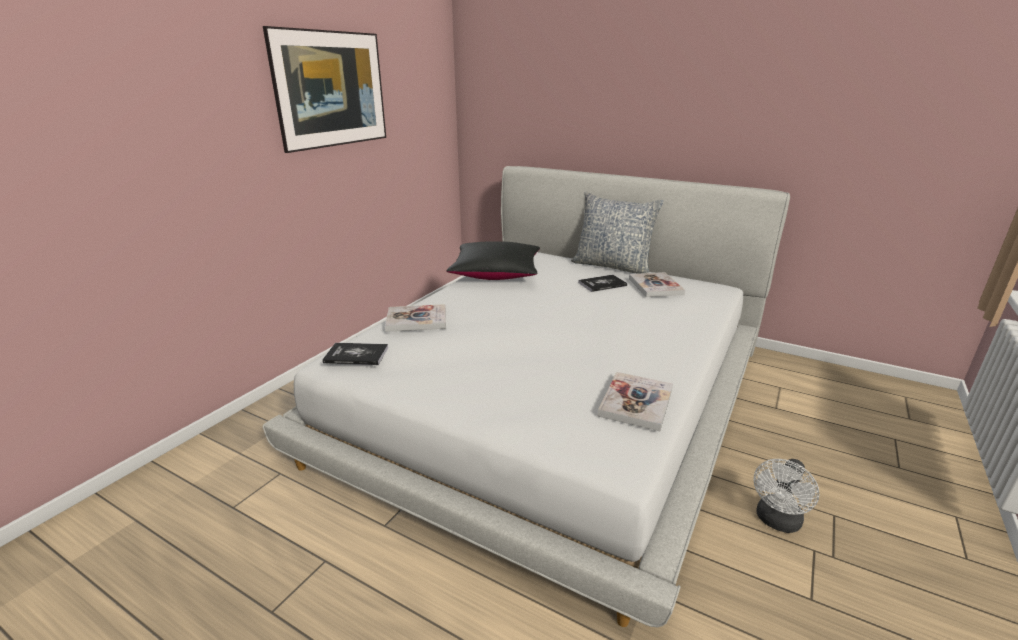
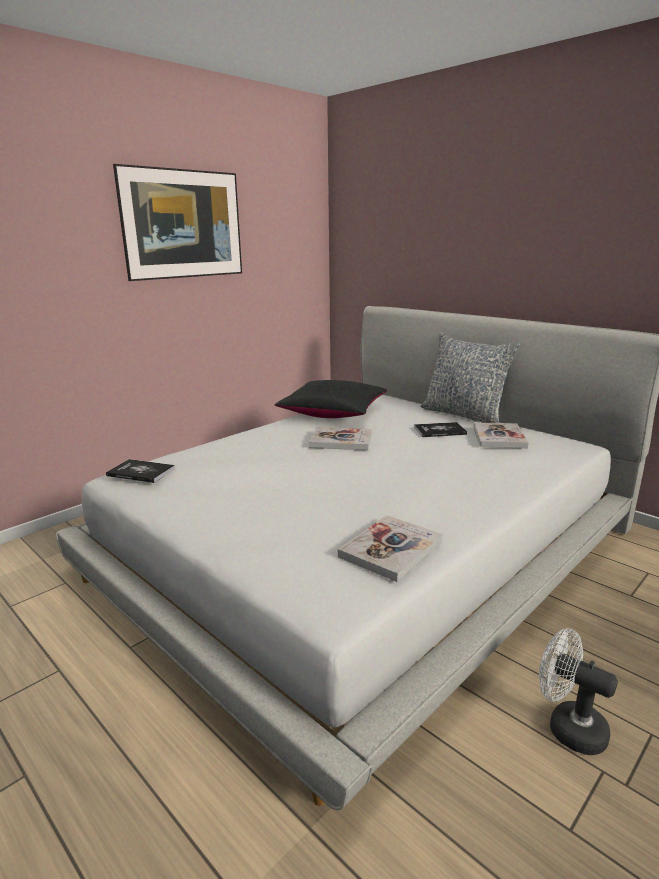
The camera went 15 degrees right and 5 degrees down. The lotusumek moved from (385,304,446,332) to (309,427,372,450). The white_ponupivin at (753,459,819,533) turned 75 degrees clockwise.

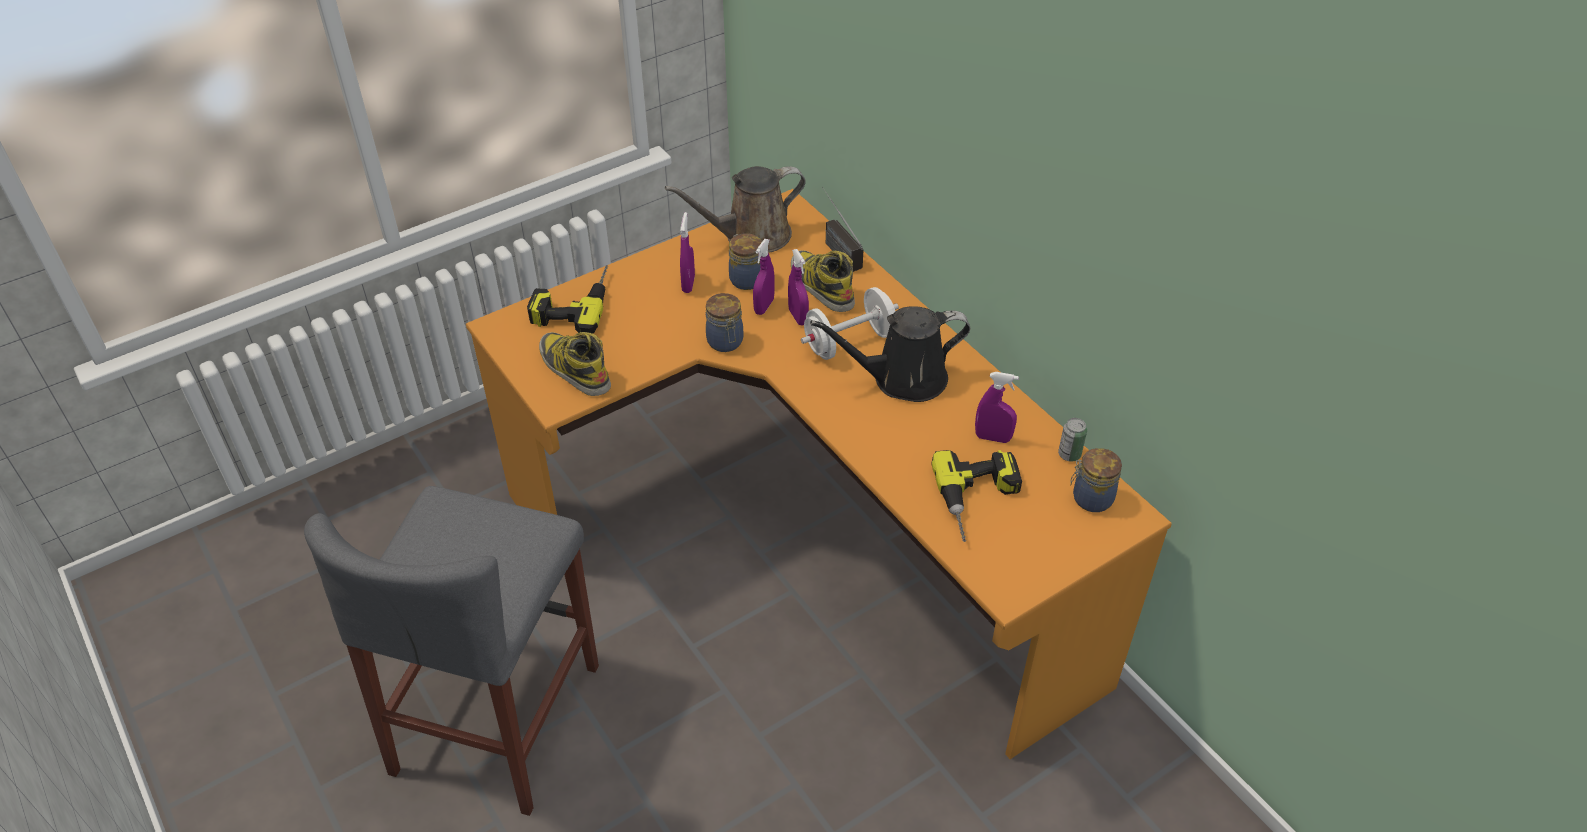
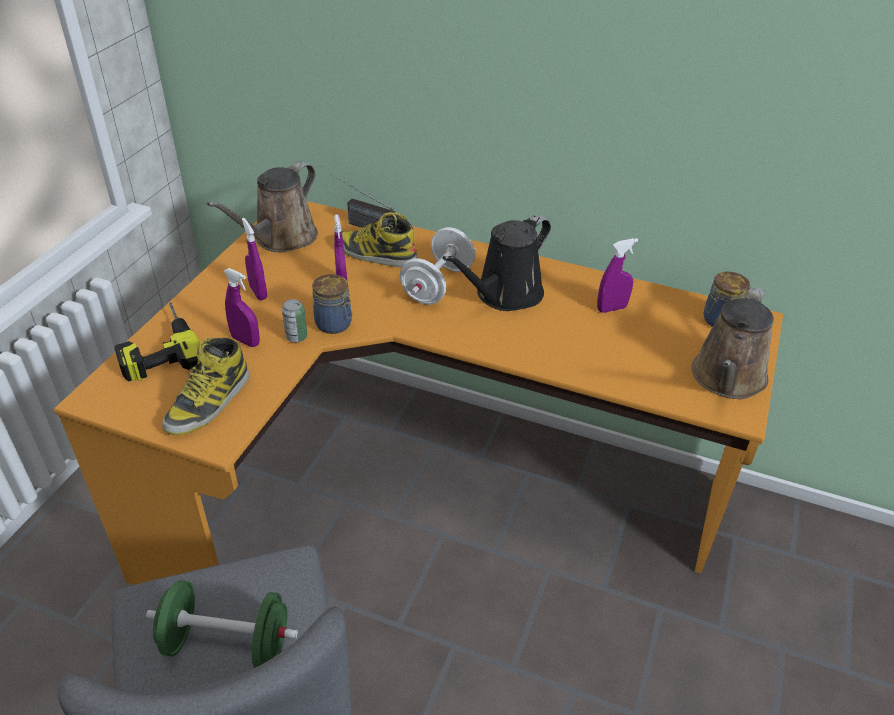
The camera went 35 degrees left and 5 degrees down. The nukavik at (539,332,611,396) turned 75 degrees counterclockwise. The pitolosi at (729,233,762,290) disappeared. The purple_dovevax moved from (788,249,809,325) to (223,268,260,347). The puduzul at (932,450,1022,542) disappeared. The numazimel moved from (1058,418,1087,462) to (282,299,307,342). The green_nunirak at (146,580,298,668) appeared. The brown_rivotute at (691,286,774,399) appeared.

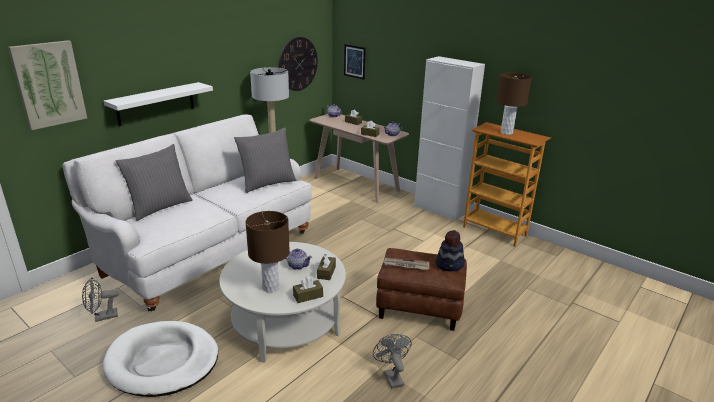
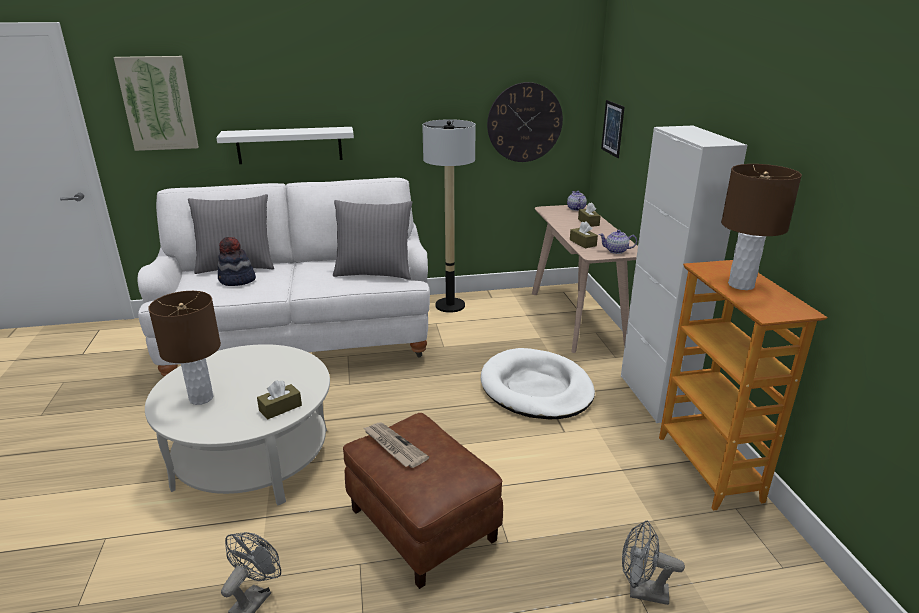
The camera went 40 degrees right and 0 degrees up. The grey_ponupivin moved from (82,278,119,322) to (622,520,685,605). The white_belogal moved from (103,321,218,397) to (481,348,595,419). The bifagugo at (285,248,312,270) disappeared. The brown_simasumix at (293,276,323,303) disappeared. The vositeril moved from (436,230,465,271) to (217,237,256,286).

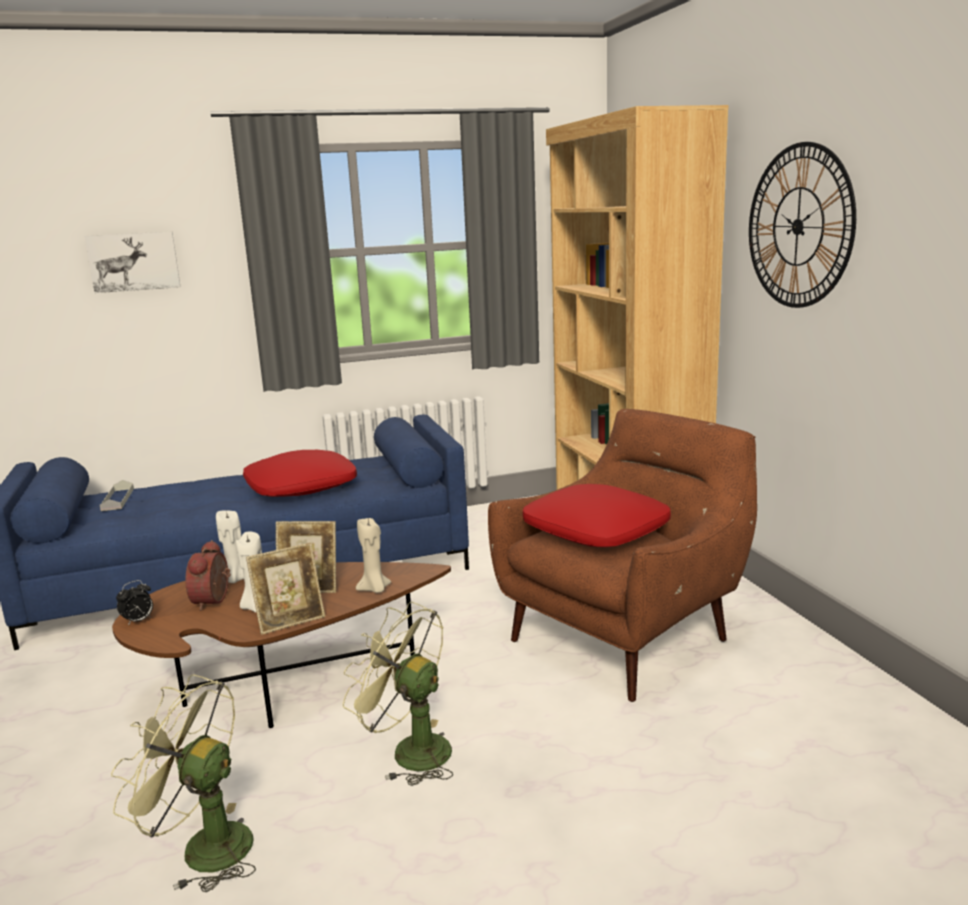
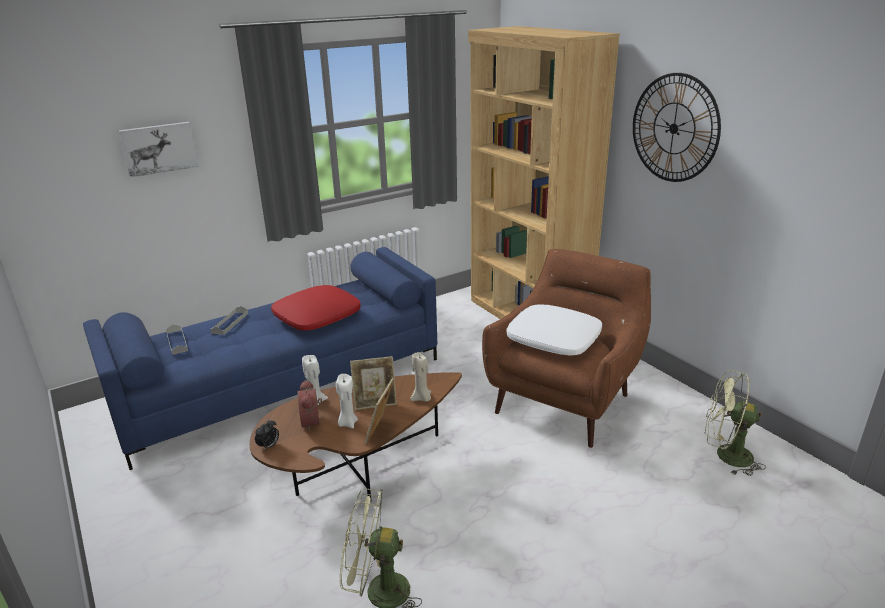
The camera went 15 degrees left and 10 degrees up. The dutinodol at (246,543,325,635) turned 150 degrees clockwise. The green_ponupivin moved from (343,602,453,786) to (705,370,766,476). The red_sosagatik at (523,484,671,547) became the white_sosagatik at (506,304,602,356). The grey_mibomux at (210,306,248,335) appeared.

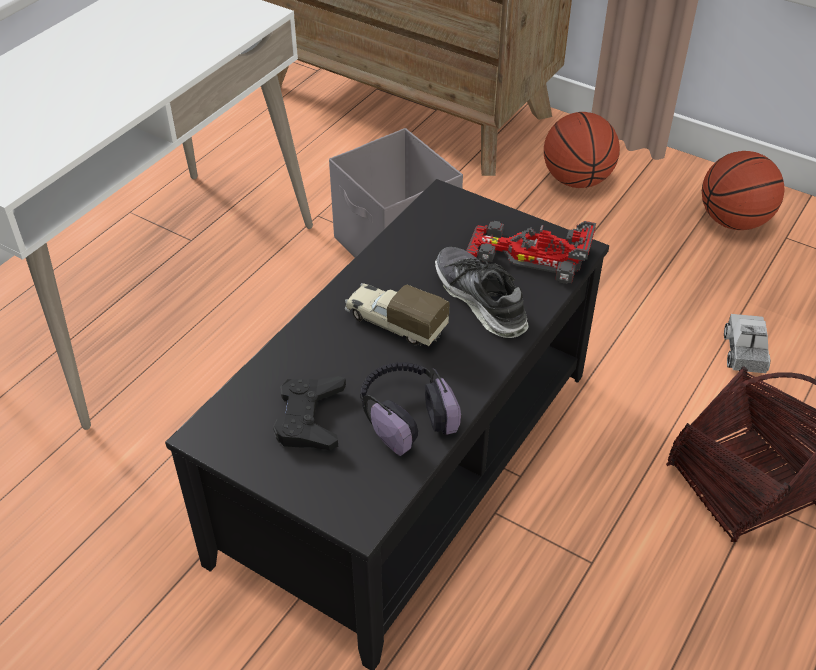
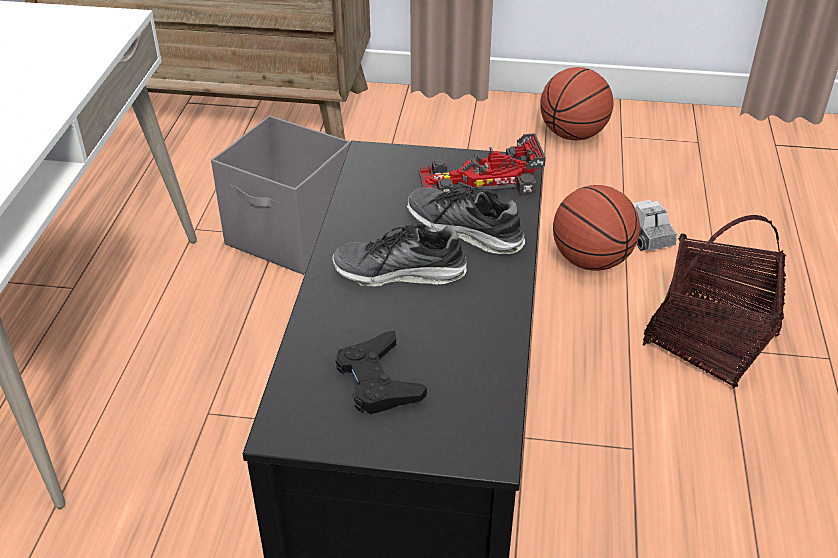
The camera went 25 degrees left and 5 degrees down. The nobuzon at (345,283,450,346) was replaced by the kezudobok at (332,224,467,287). The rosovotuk at (360,362,461,456) disappeared. The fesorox moved from (544,112,620,188) to (553,185,640,271).

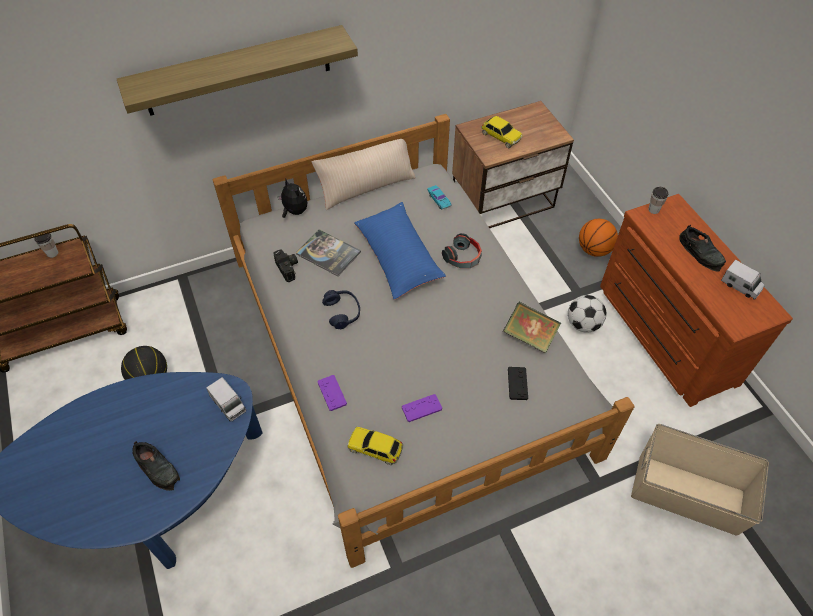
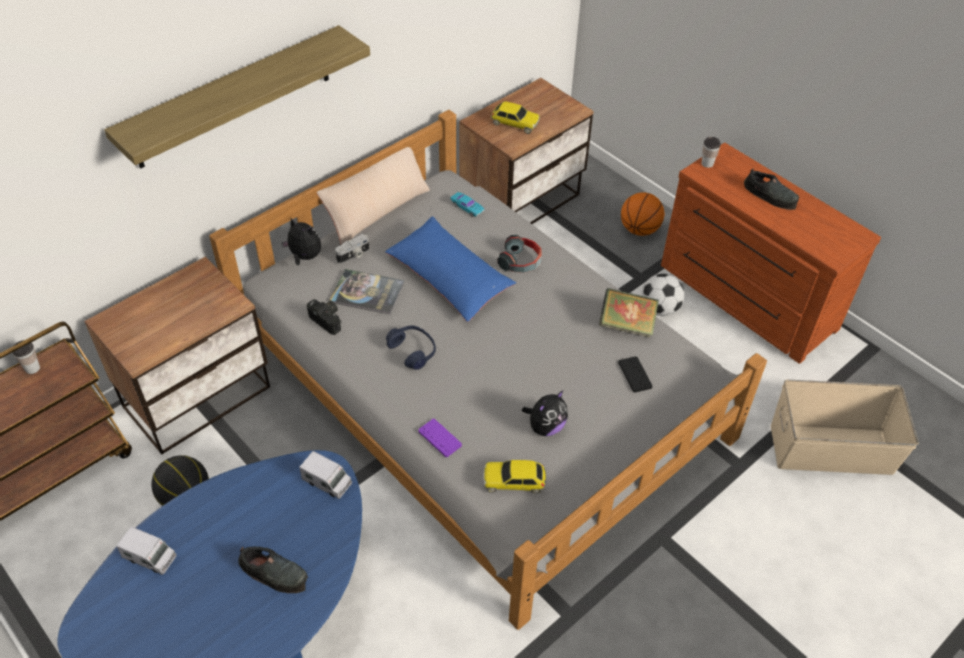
The camera went 20 degrees left and 5 degrees down. The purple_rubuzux at (402,394,442,422) was replaced by the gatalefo at (522,391,568,436). The nobuzon moved from (721,260,764,300) to (117,526,176,575). The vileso at (84,257,270,455) appeared. The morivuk at (335,234,369,263) appeared.

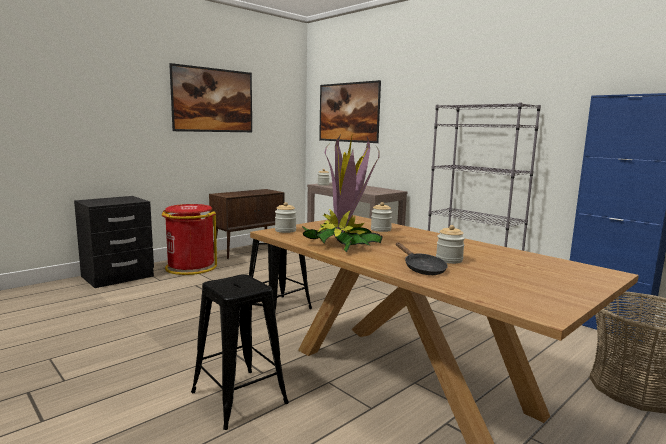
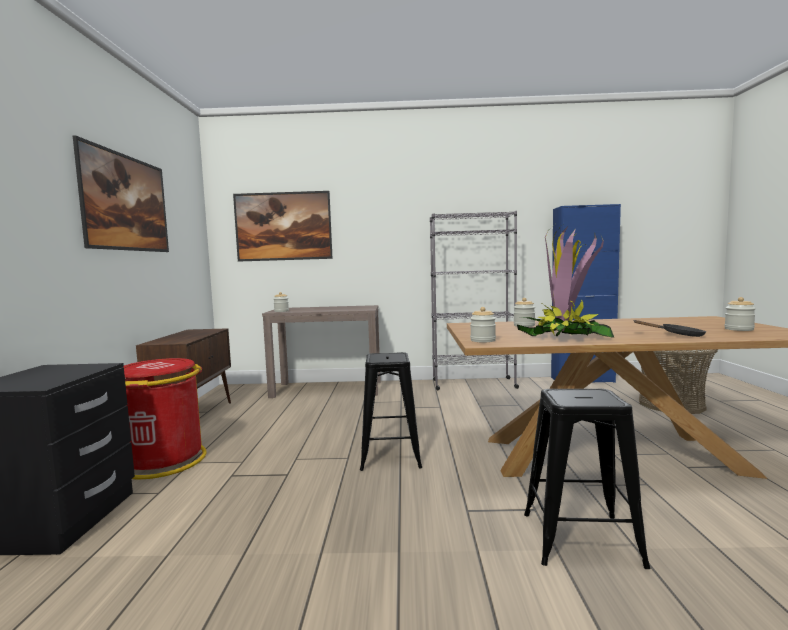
The camera went 45 degrees left and 5 degrees down. The pitolosi moved from (436,225,465,264) to (724,297,756,331).

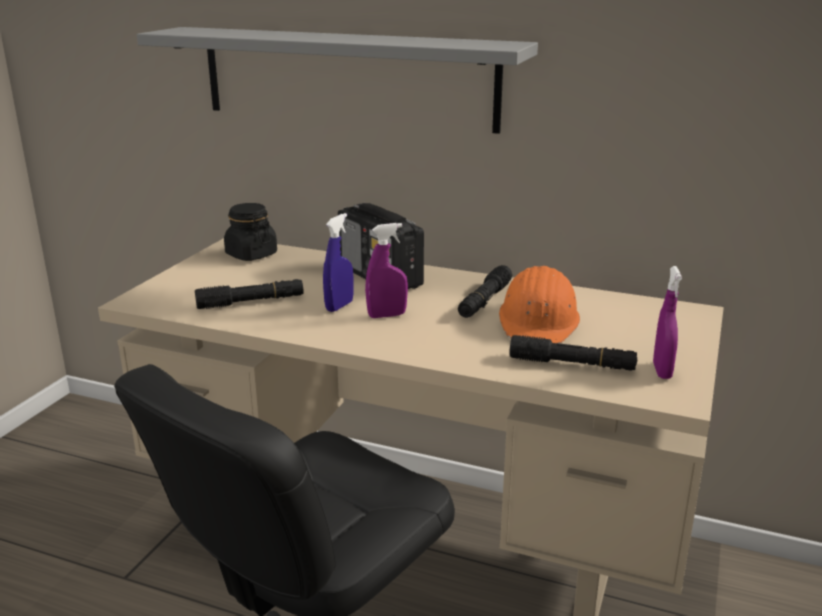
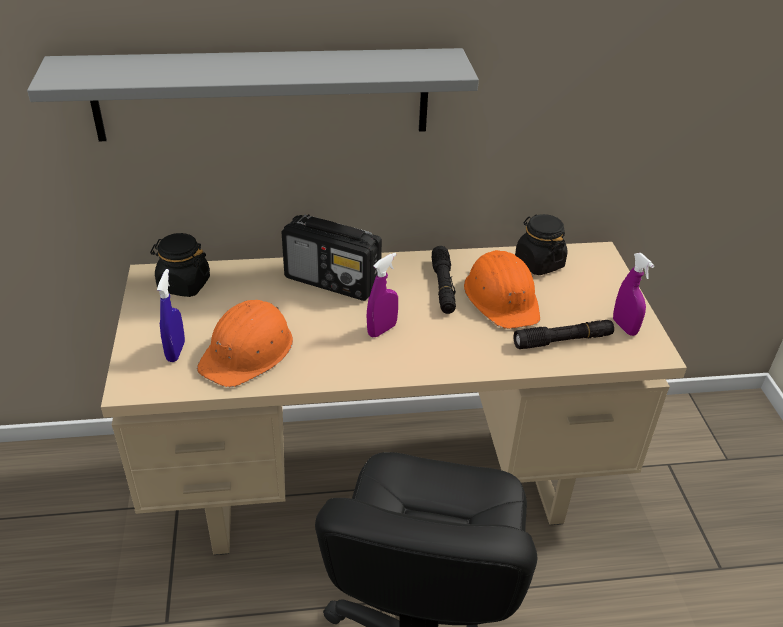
The camera went 30 degrees left and 15 degrees up. The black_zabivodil at (195,279,303,309) was replaced by the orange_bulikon at (197,300,293,387). The blue_dovevax moved from (323,213,354,312) to (157,269,185,362). The black_pitolosi at (515,214,567,275) appeared.

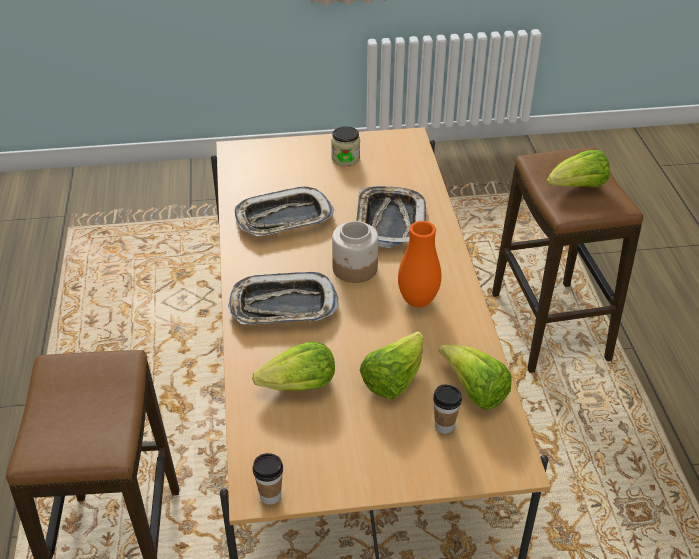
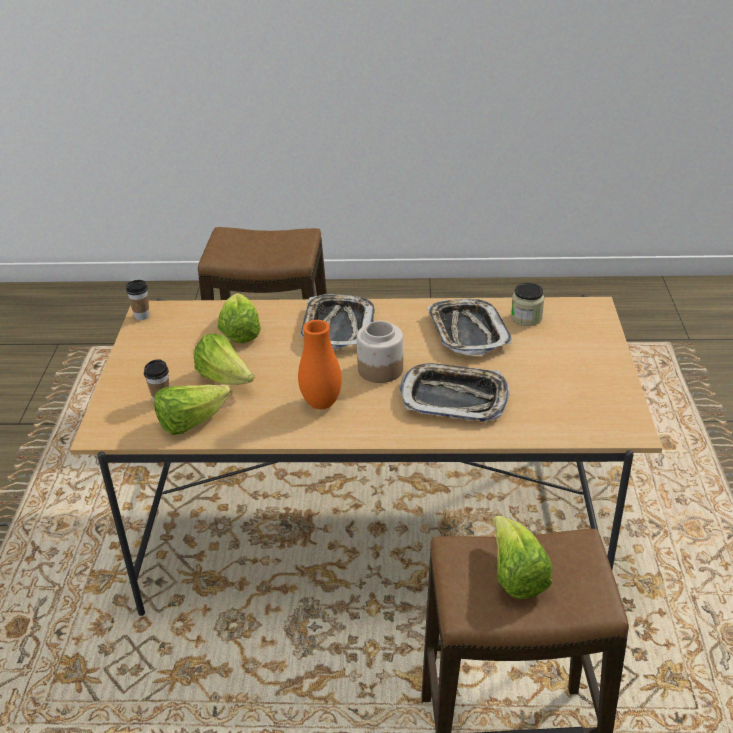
The camera went 100 degrees right and 5 degrees down. The pitolosi moved from (331,126,360,166) to (511,283,544,326).

